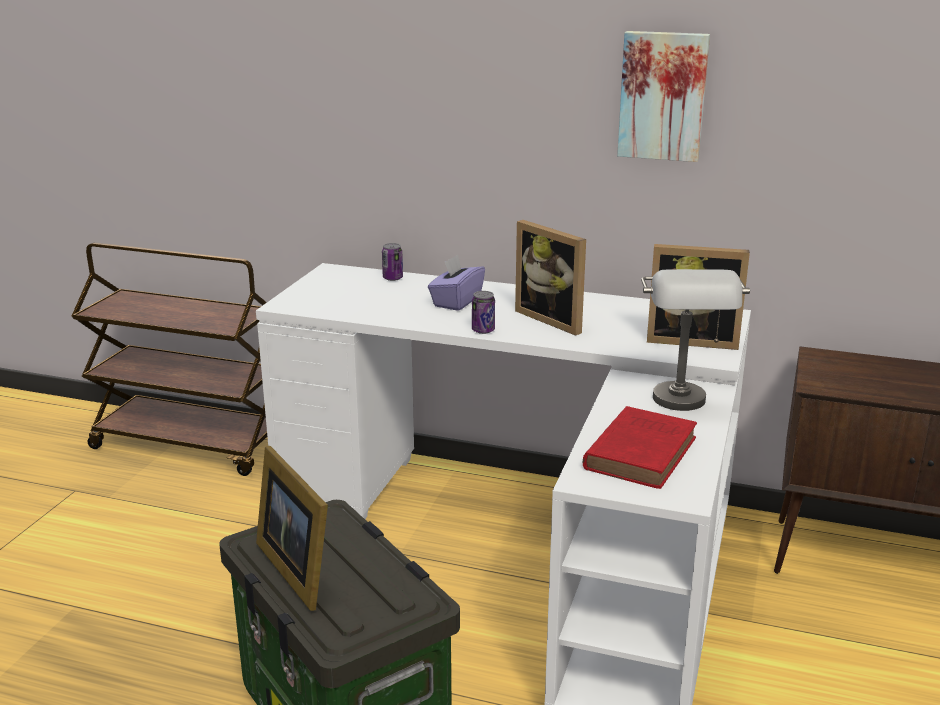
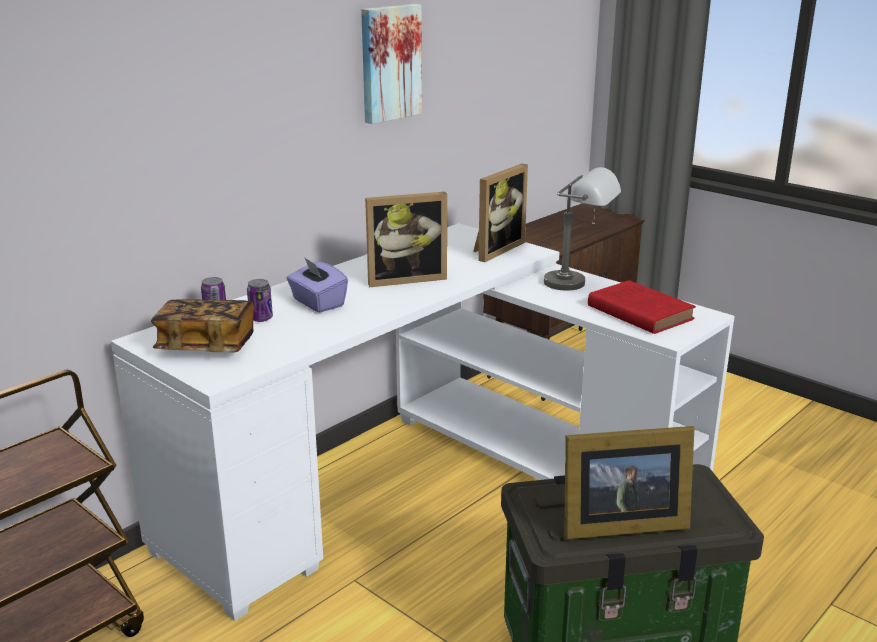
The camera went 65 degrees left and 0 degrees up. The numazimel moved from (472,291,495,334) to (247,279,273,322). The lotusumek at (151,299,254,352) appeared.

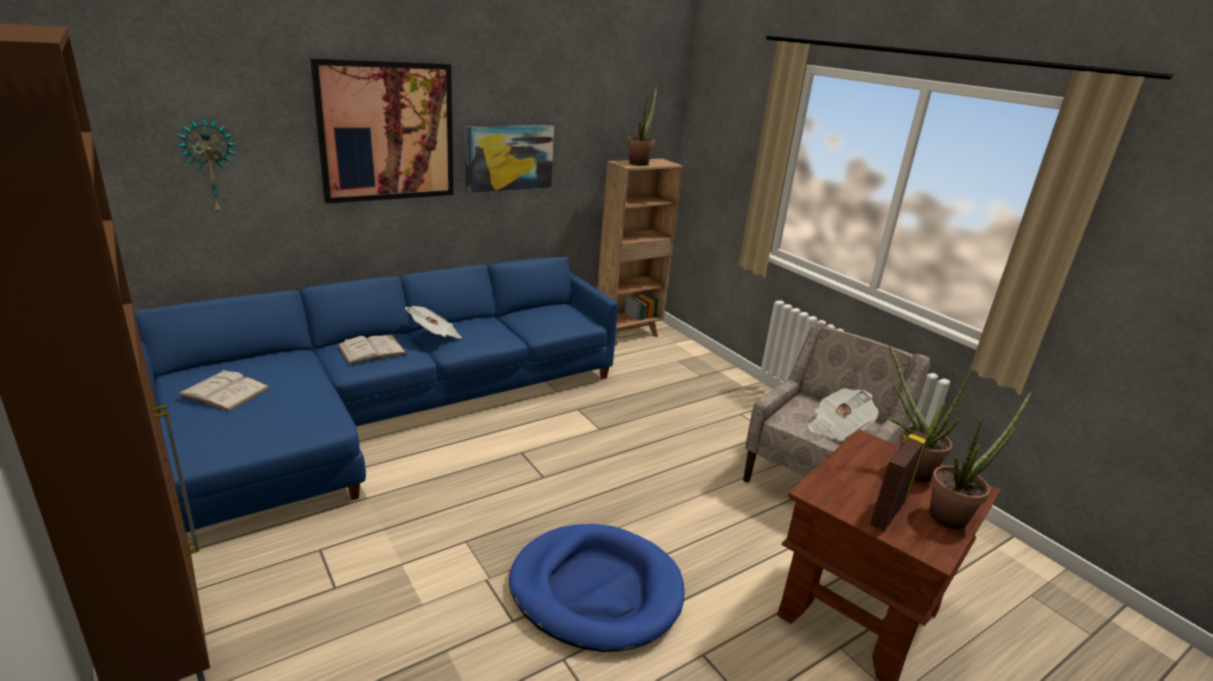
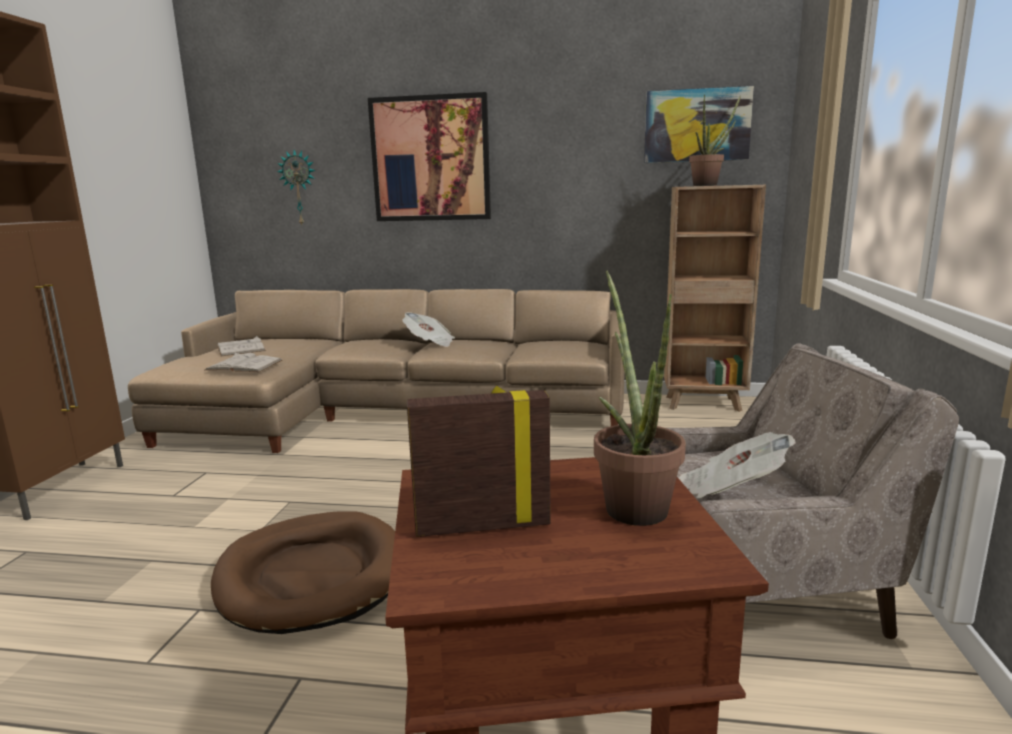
The camera went 45 degrees right and 10 degrees down. The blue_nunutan at (134,257,619,533) became the beige_nunutan at (128,289,625,453). The white_lotusumek moved from (337,335,407,364) to (205,353,282,372). The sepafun moved from (465,125,554,193) to (644,86,754,163). The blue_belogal at (509,524,685,652) became the brown_belogal at (211,511,395,634). The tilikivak at (929,391,1031,529) disappeared.

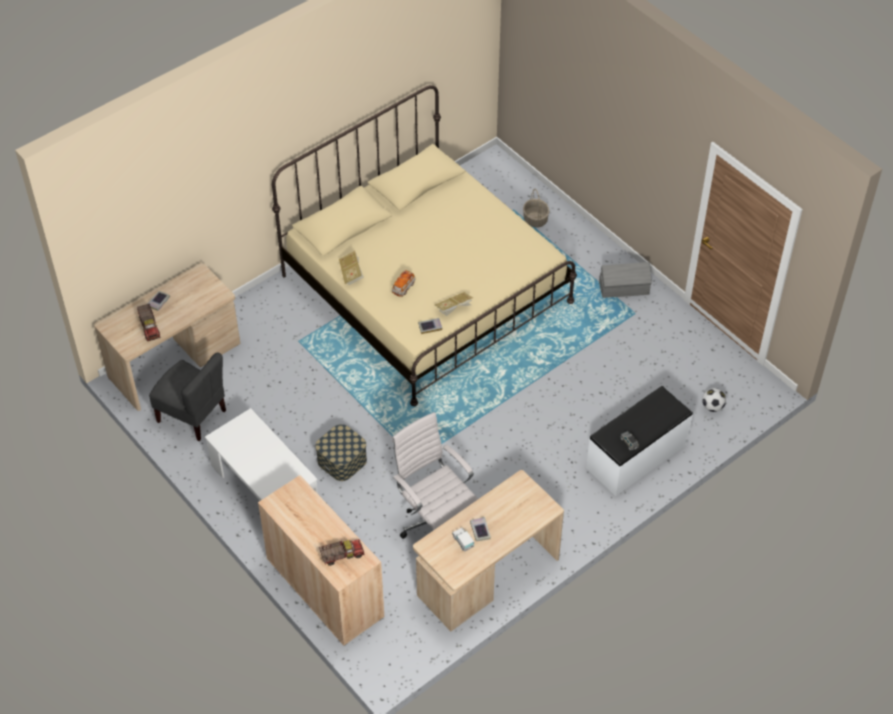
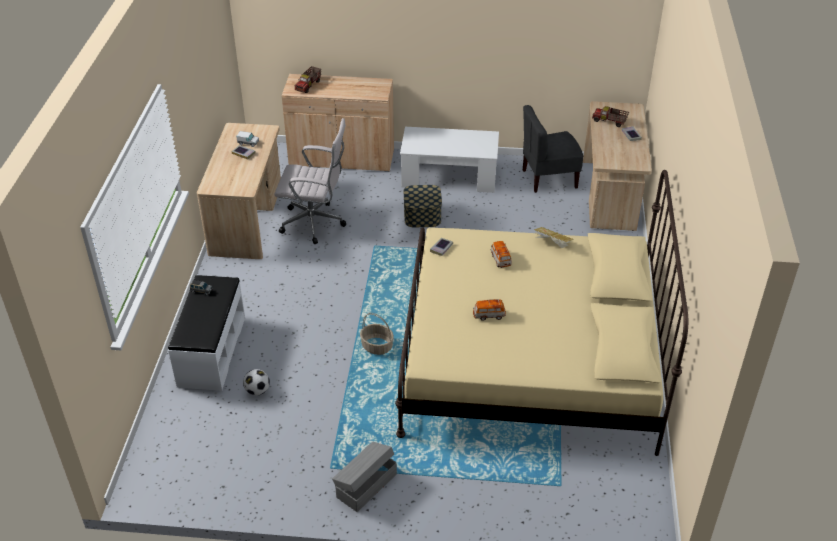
The camera went 135 degrees right and 10 degrees down. The lotusumek at (435,292,473,316) disappeared. The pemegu moved from (523,189,549,227) to (360,313,394,355). The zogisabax moved from (702,388,726,412) to (243,369,270,395). The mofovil at (473,299,506,321) appeared.

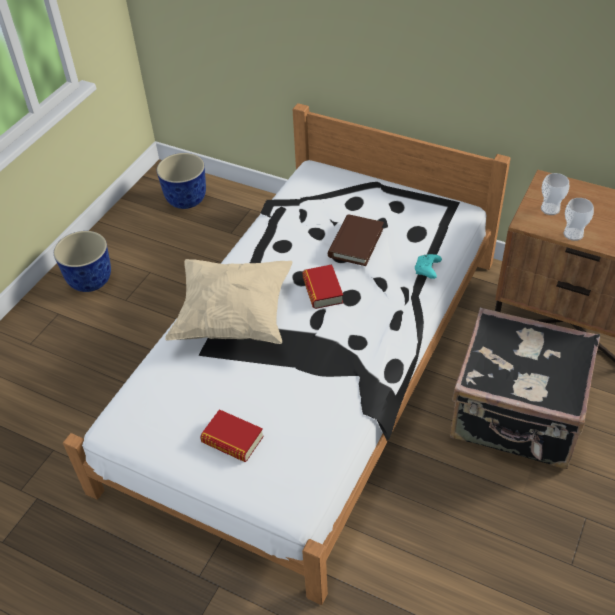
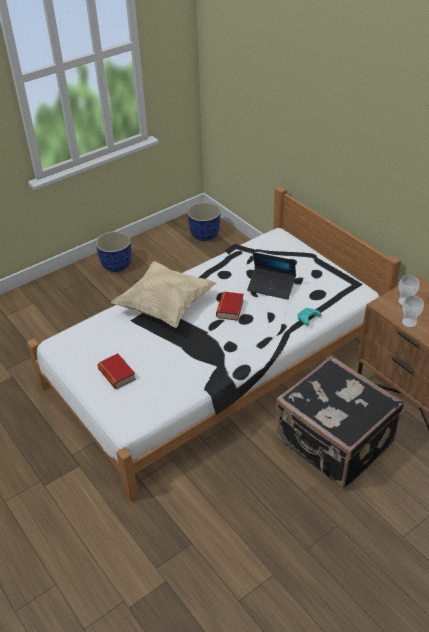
The camera went 25 degrees right and 5 degrees down. The brown_lotusumek at (328,214,384,266) was replaced by the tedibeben at (247,252,296,300).

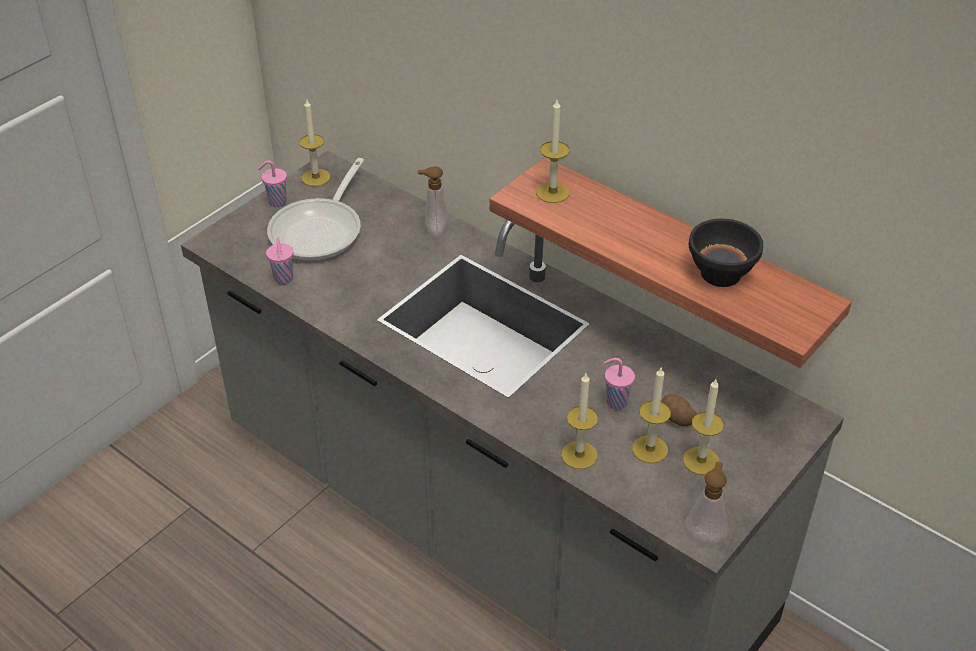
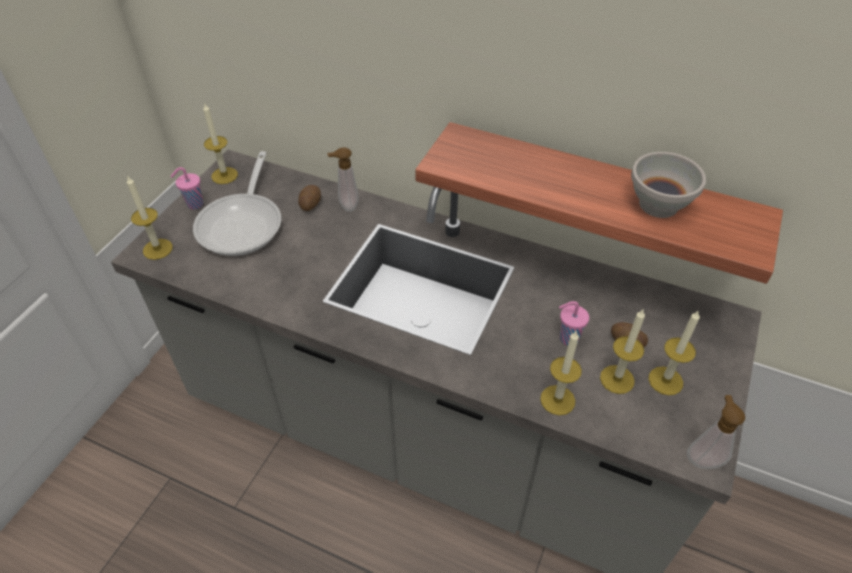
The camera went 15 degrees left and 5 degrees up. The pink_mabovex at (266,238,294,285) disappeared. The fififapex moved from (536,100,570,203) to (127,175,173,260). The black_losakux at (689,219,763,287) became the white_losakux at (631,152,706,218). The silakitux at (298,185,321,211) appeared.

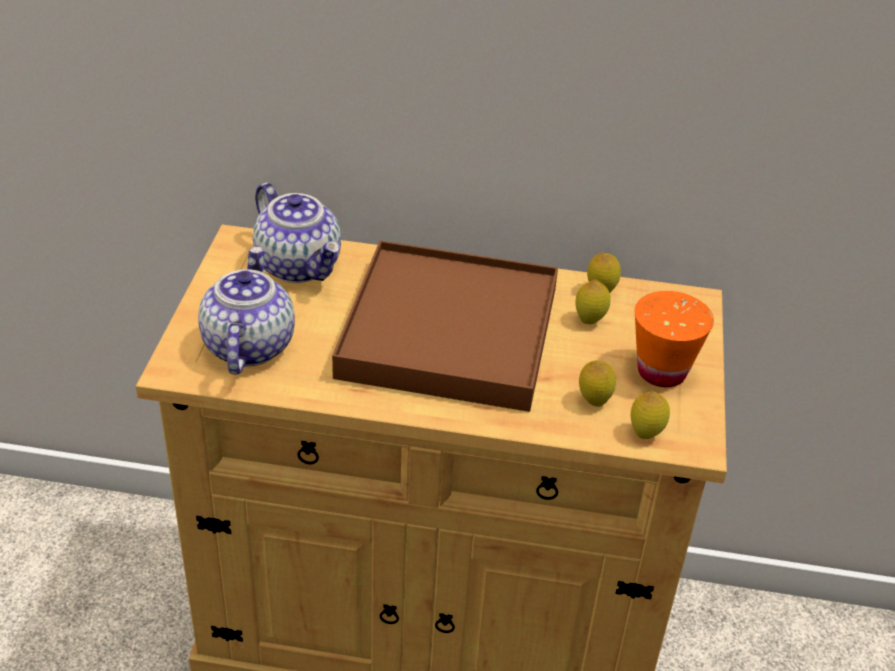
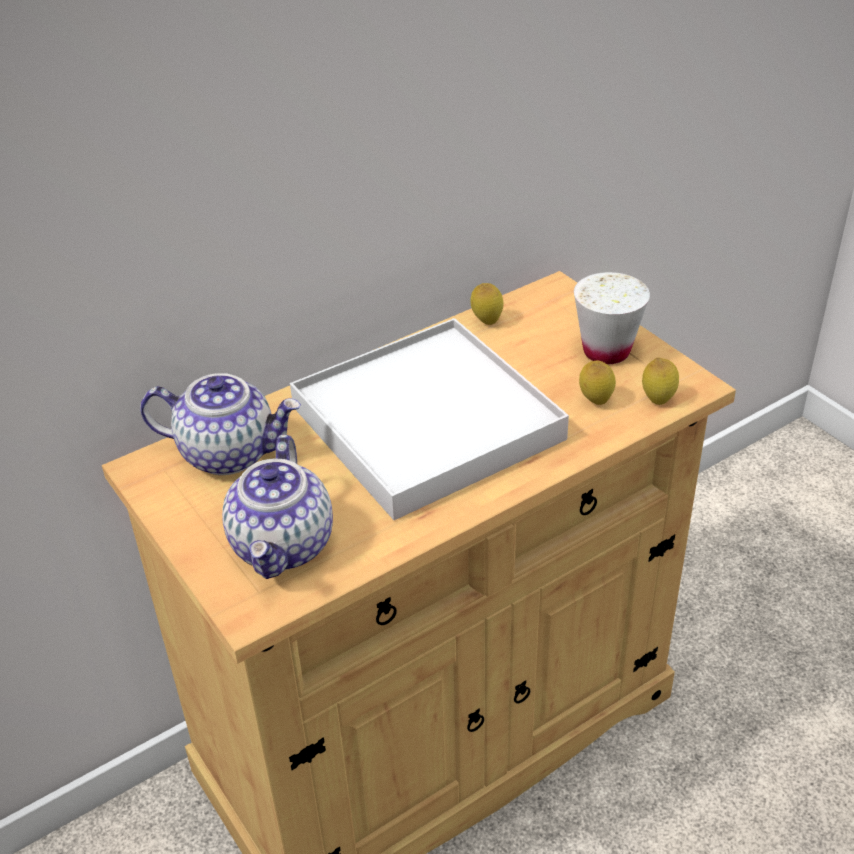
The camera went 40 degrees left and 0 degrees up. The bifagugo at (198,247,295,374) turned 135 degrees counterclockwise. The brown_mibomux at (332,241,558,412) became the white_mibomux at (290,318,569,520). The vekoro at (576,280,611,324) disappeared. The orange_mabovex at (635,291,714,387) became the white_mabovex at (574,272,650,364).

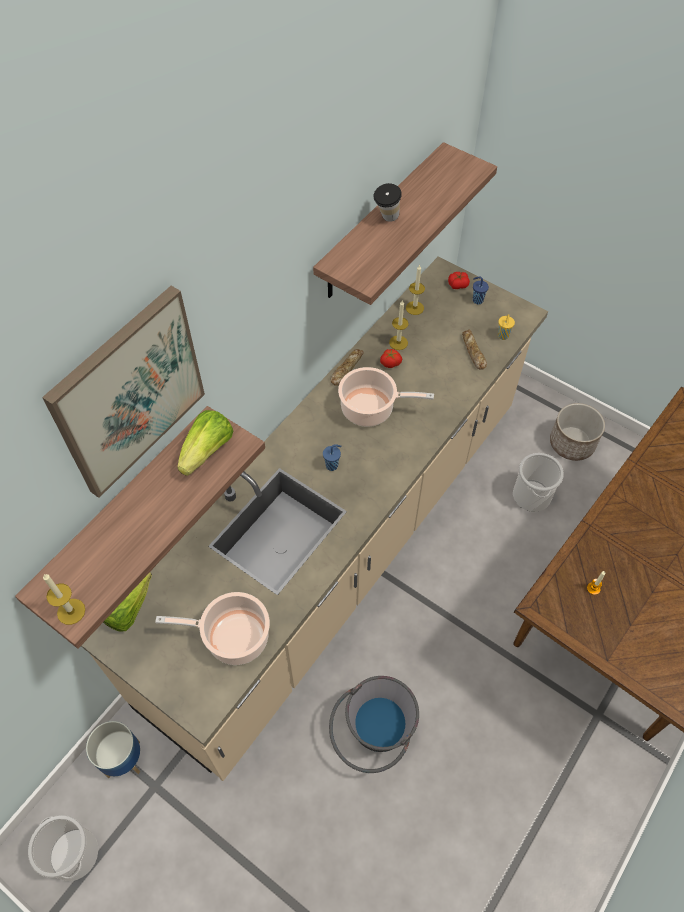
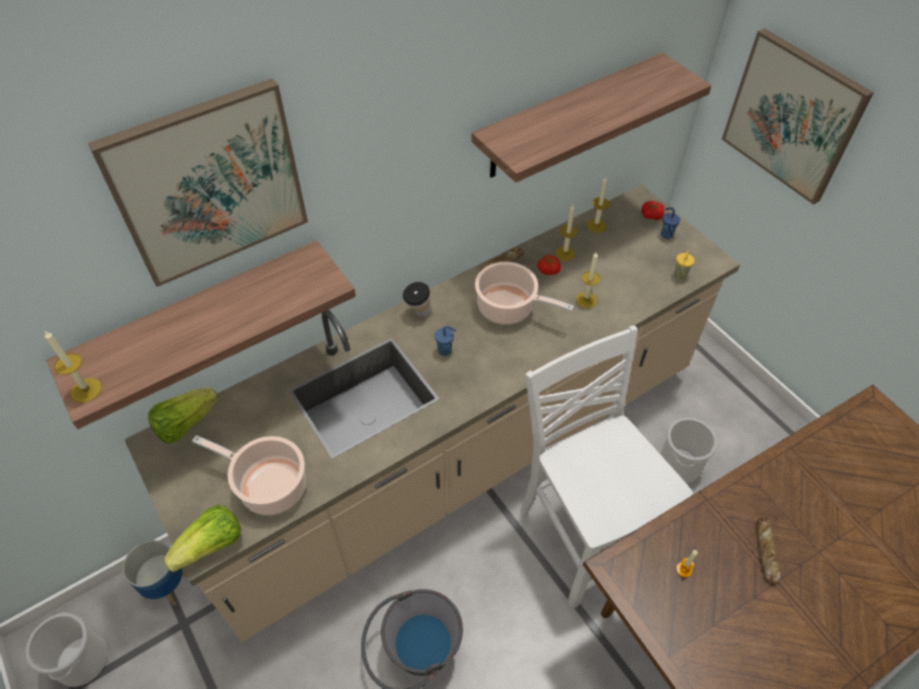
The camera went 20 degrees right and 5 degrees down. The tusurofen moved from (177,410,233,476) to (164,505,241,573). The mabovex moved from (374,183,402,222) to (403,282,432,317). The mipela moved from (462,330,487,370) to (757,518,781,583). The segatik at (550,403,605,461) disappeared. The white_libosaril at (520,325,693,609) appeared. The fififapex at (576,251,600,308) appeared. The sepafun at (722,28,874,205) appeared.

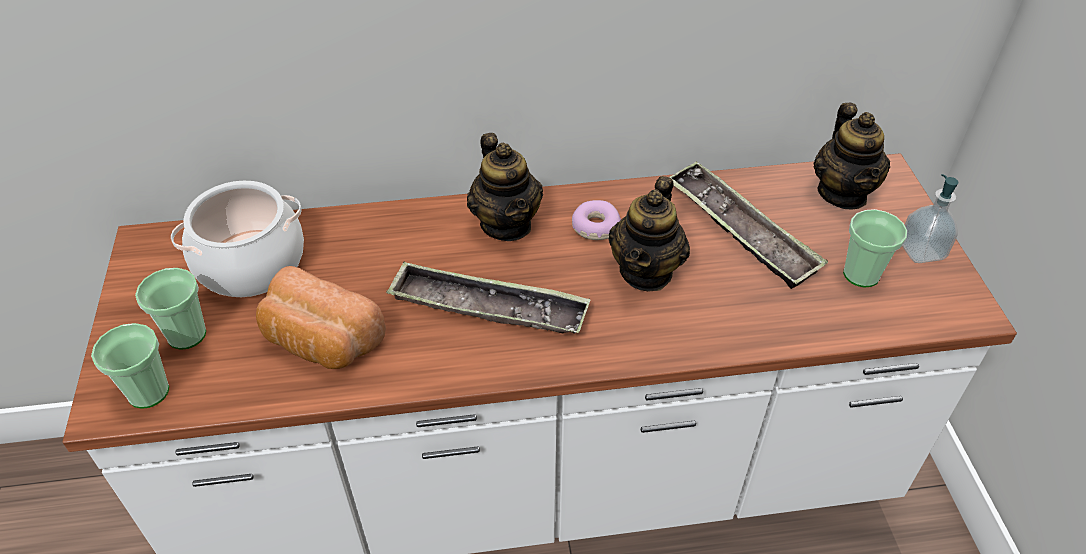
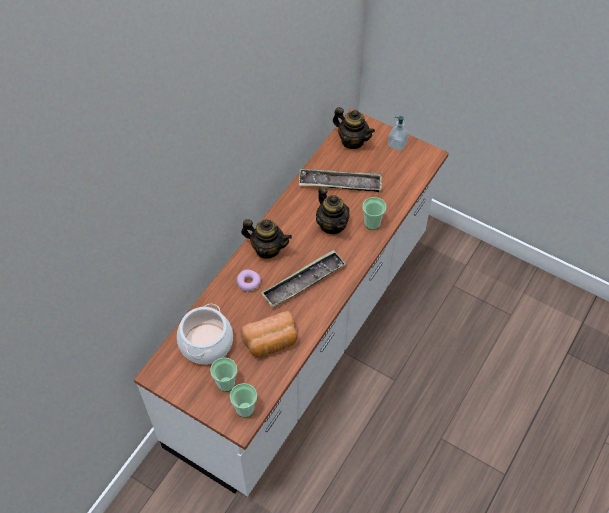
The camera went 50 degrees left and 10 degrees up. The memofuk moved from (572,200,621,240) to (237,269,261,292). The mabovex moved from (843,209,907,287) to (362,197,386,230).

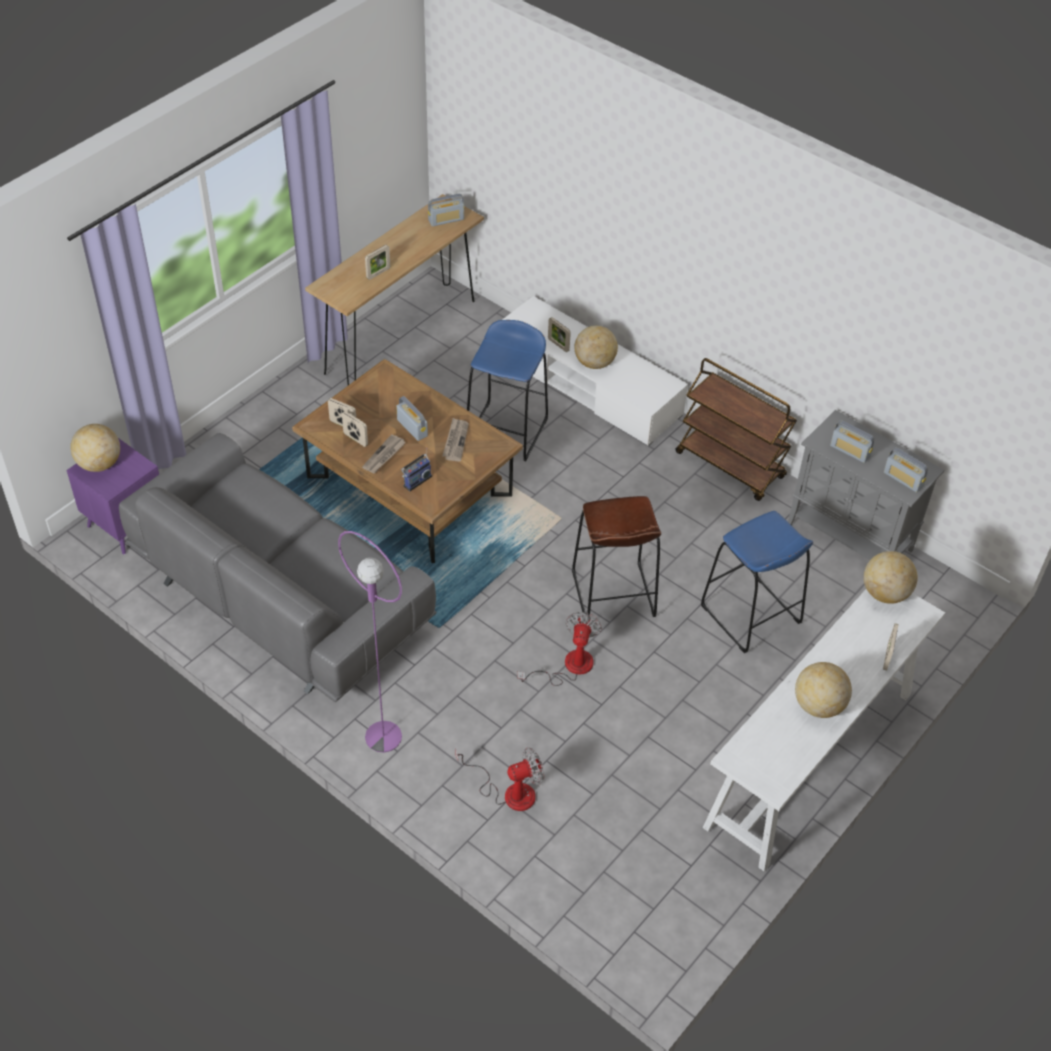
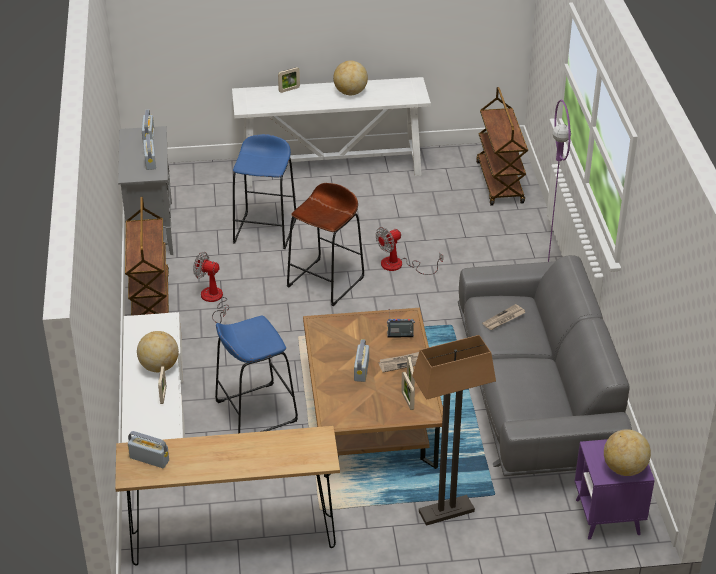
The camera went 135 degrees left and 10 degrees down. The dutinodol at (365,245,390,280) disappeared. The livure moved from (442,418,469,461) to (482,304,525,330). The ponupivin moved from (455,748,544,811) to (193,252,229,323). The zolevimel at (864,551,918,604) disappeared. The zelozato at (412,335,496,526) appeared. The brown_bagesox at (476,87,528,206) appeared.

